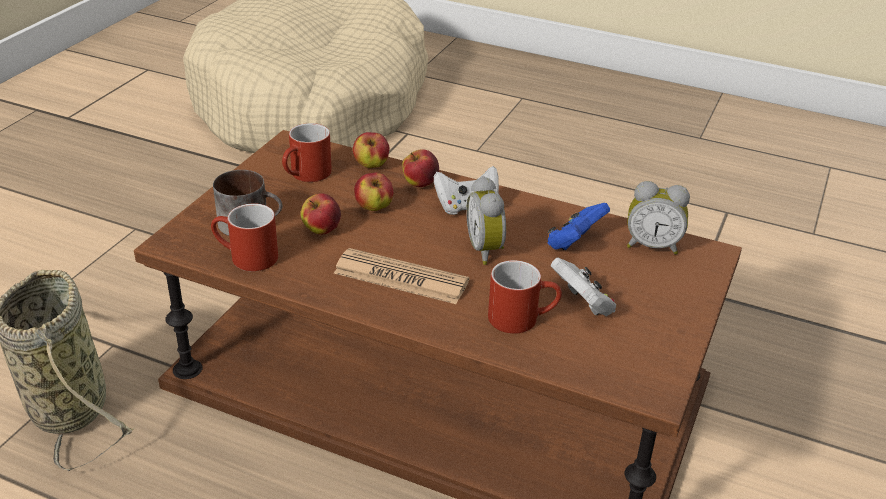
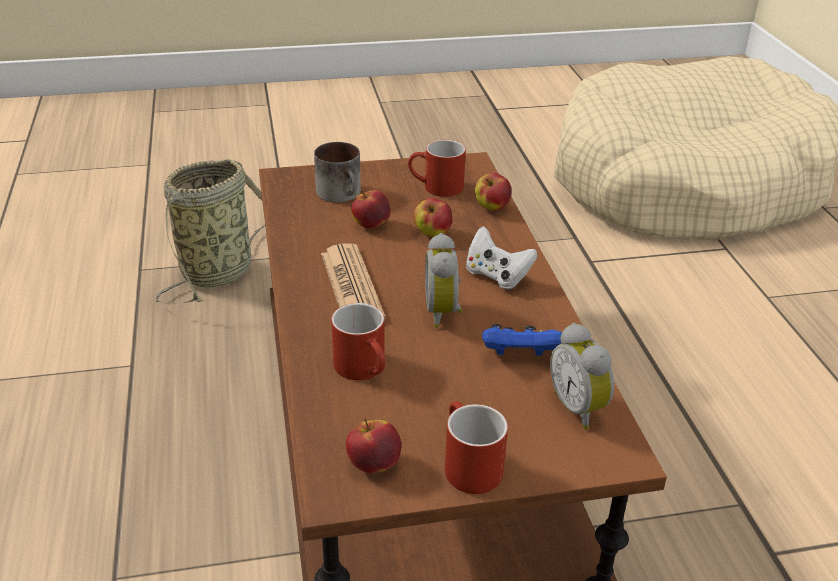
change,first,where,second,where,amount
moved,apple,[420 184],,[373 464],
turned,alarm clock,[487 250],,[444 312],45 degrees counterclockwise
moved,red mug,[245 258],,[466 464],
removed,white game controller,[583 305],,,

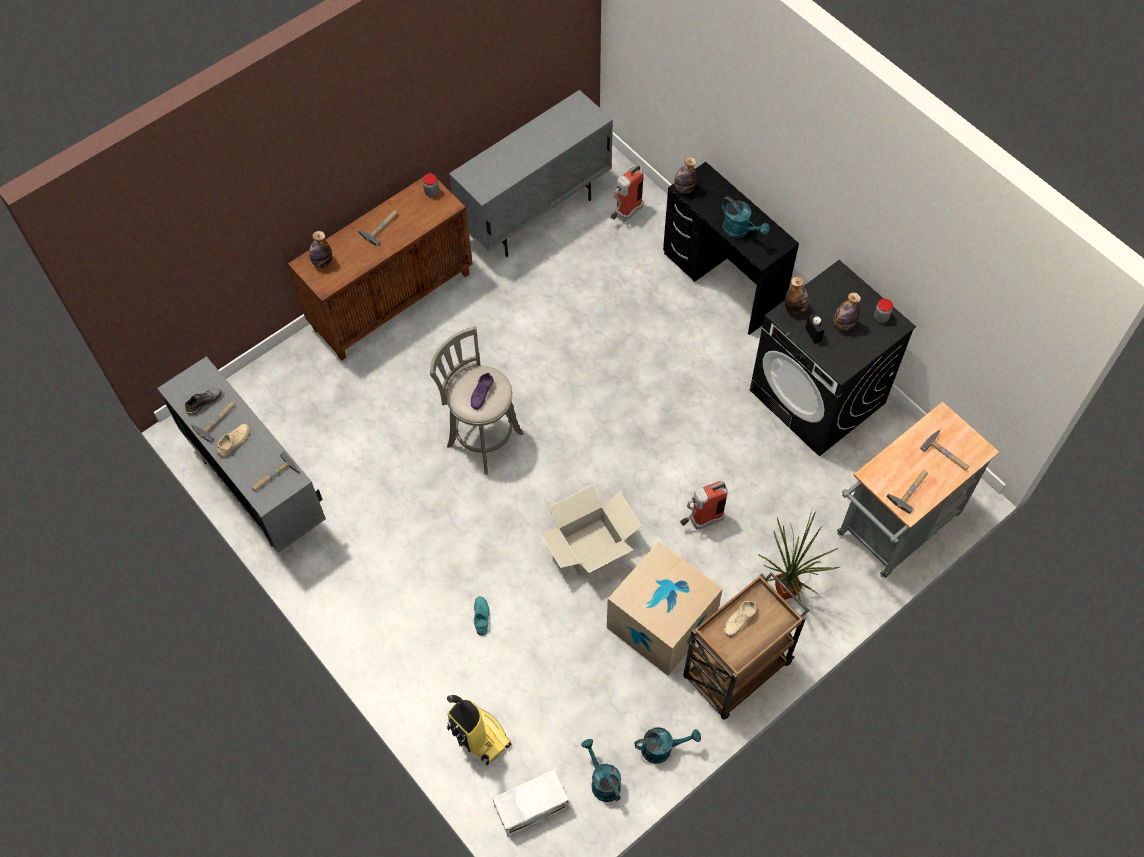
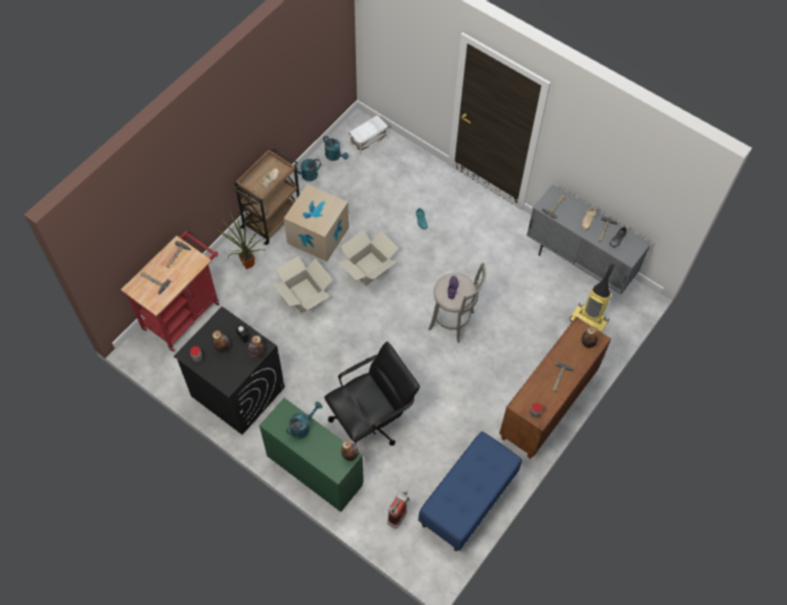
change,first,where,second,where,amount
recoloured,grey cart,[893 530],red cart,[184 312],
recoloured,black desk,[723 281],green desk,[314 470],
replaced,fire extinguisher,[700 522],cardboard box,[304 295],
turned,turquoise watering can,[740 231],,[303 427],105 degrees clockwise
added,,,black office chair,[371 420],
replaced,grey cabinet,[535 214],blue bench,[468 500],
moved,vacuum cleaner,[478 735],,[589 321],

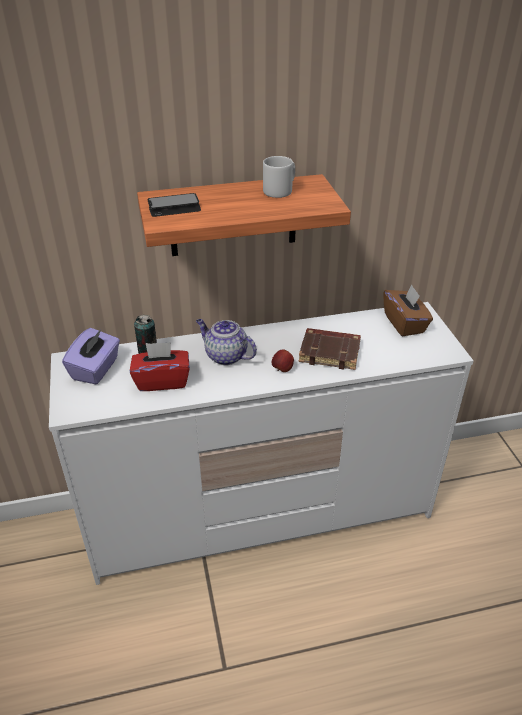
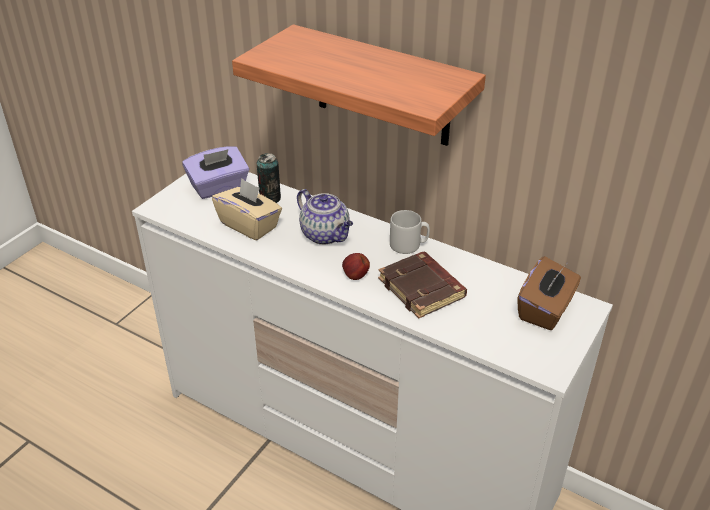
change,first,where,second,where,amount
recoloured,red tissue box,[162 381],beige tissue box,[249 225],
turned,teapot,[225 356],,[326 235],150 degrees clockwise
moved,grey mug,[280 190],,[409 245],
removed,phone,[174 207],,,

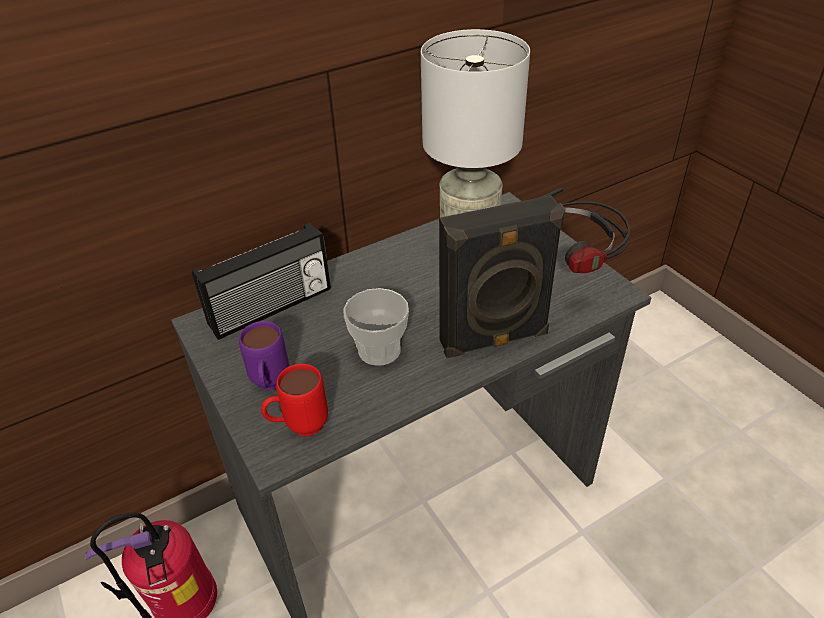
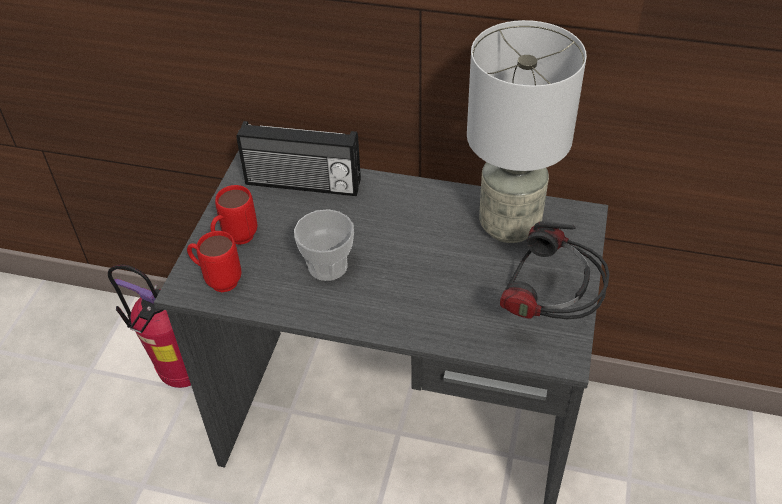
change,first,where,second,where,amount
recoloured,purple mug,[270 386],red mug,[235 240],
removed,black speaker,[494 340],,,

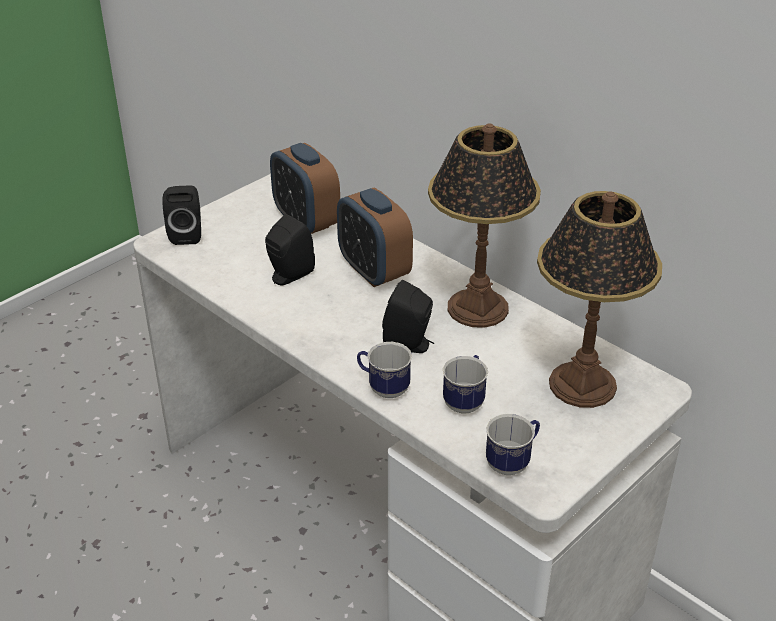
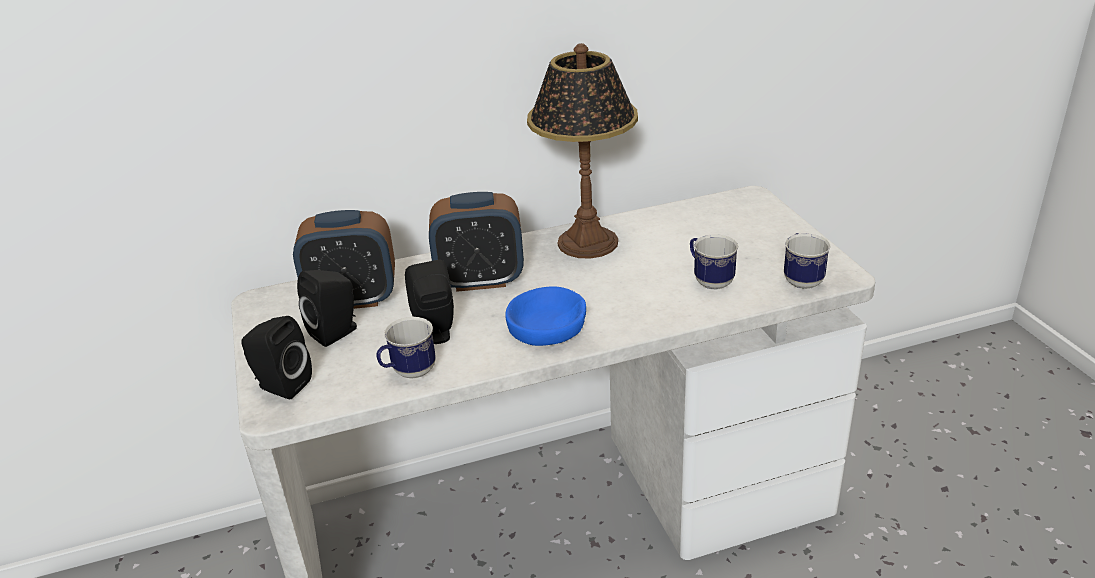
change,first,where,second,where,amount
moved,black speaker,[410 344],,[337 332],
moved,mug,[383 388],,[409 373],
added,,,blue bowl,[547 326],
removed,table lamp,[581 384],,,

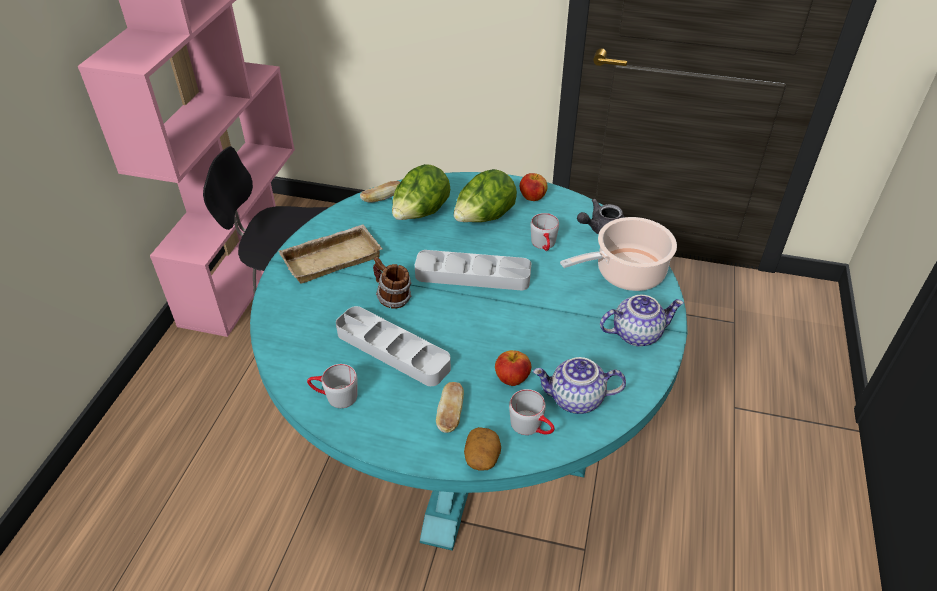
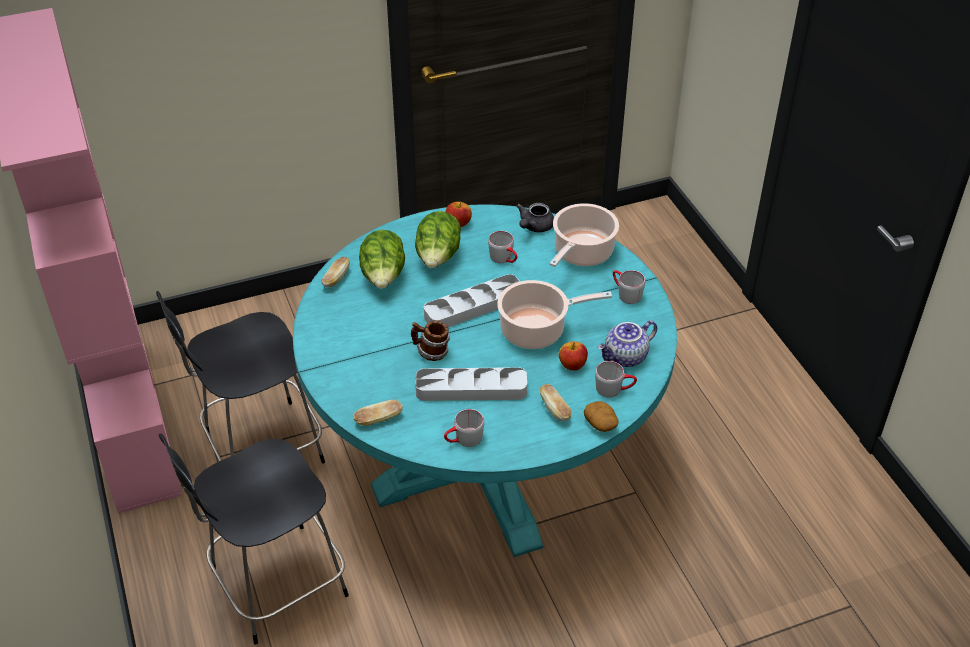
change,first,where,second,where,amount
added,,,black chair,[274 585],
added,,,bread,[378 419],
added,,,cooking pot,[537 330],
replaced,teapot,[637 333],grey mug,[625 293],
removed,beige tray,[332 257],,,

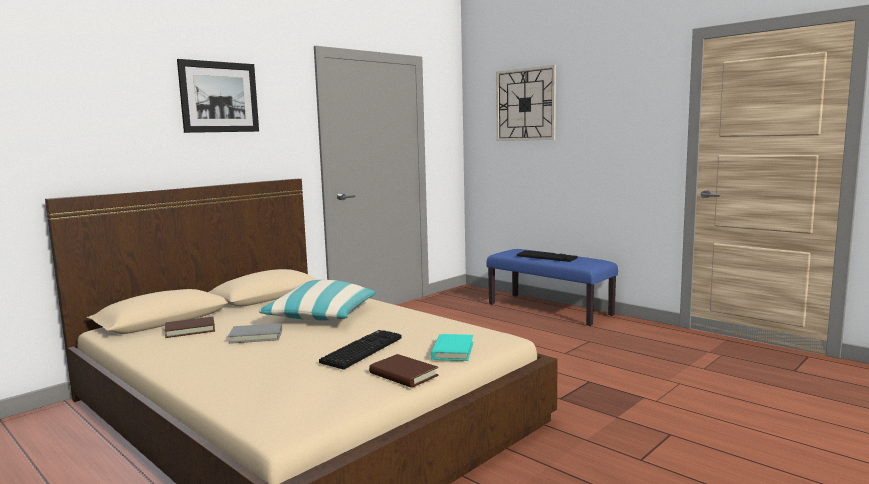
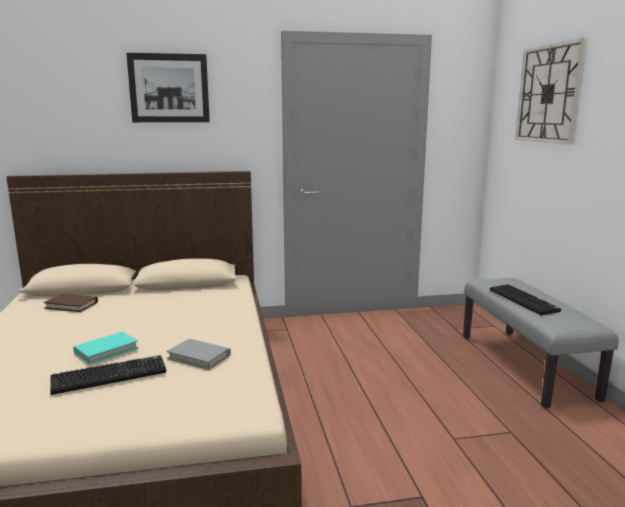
change,first,where,second,where,amount
moved,turquoise book,[452 351],,[106 350],
moved,grey book,[256 336],,[199 357],
recoloured,blue bench,[550 309],grey bench,[526 366],
removed,pillow,[321 315],,,
removed,brown book,[403 374],,,

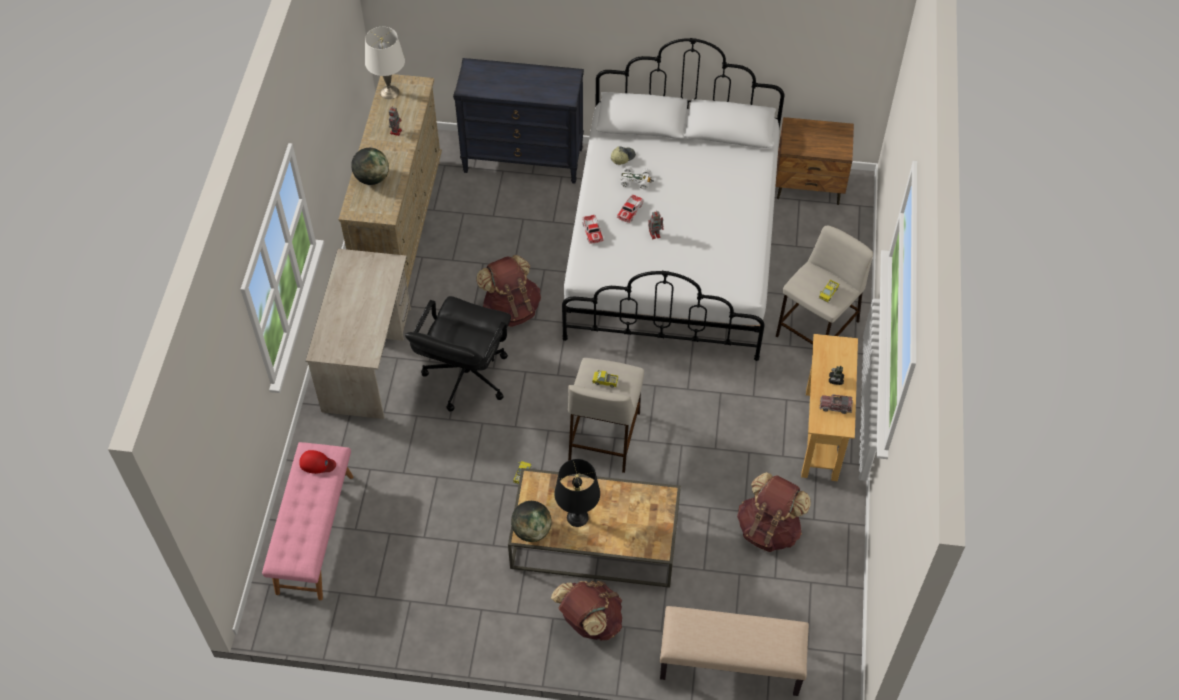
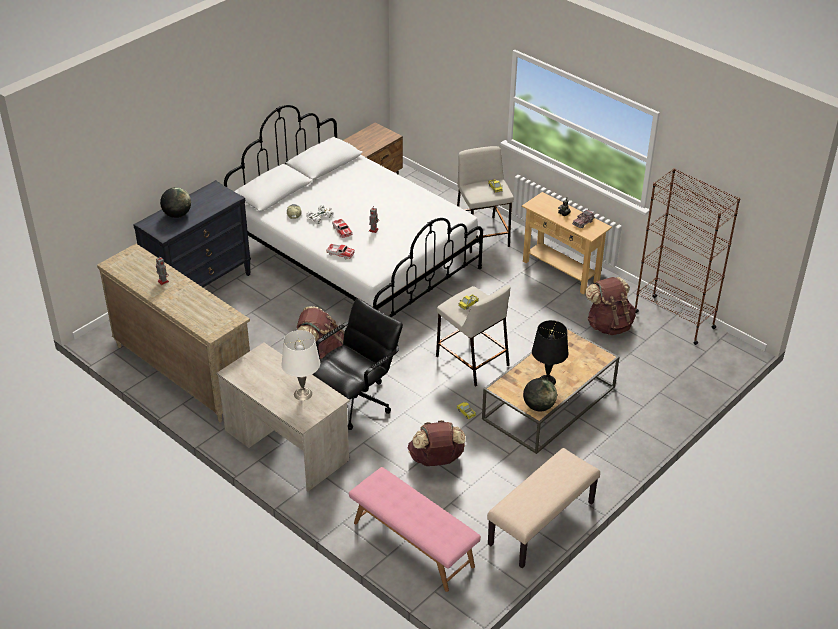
change,first,where,second,where,amount
moved,globe,[372 178],,[177 215],
moved,white table lamp,[389 92],,[302 394],
turned,black office chair,[465 377],,[356 402],105 degrees counterclockwise
moved,brown backpack,[589 621],,[436 460],
moved,beige bench,[730 664],,[542 524],
added,,,brown bookcase,[674 319],
removed,red cap,[317 463],,,

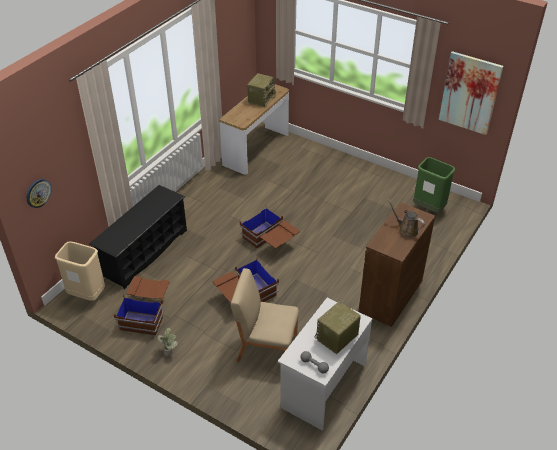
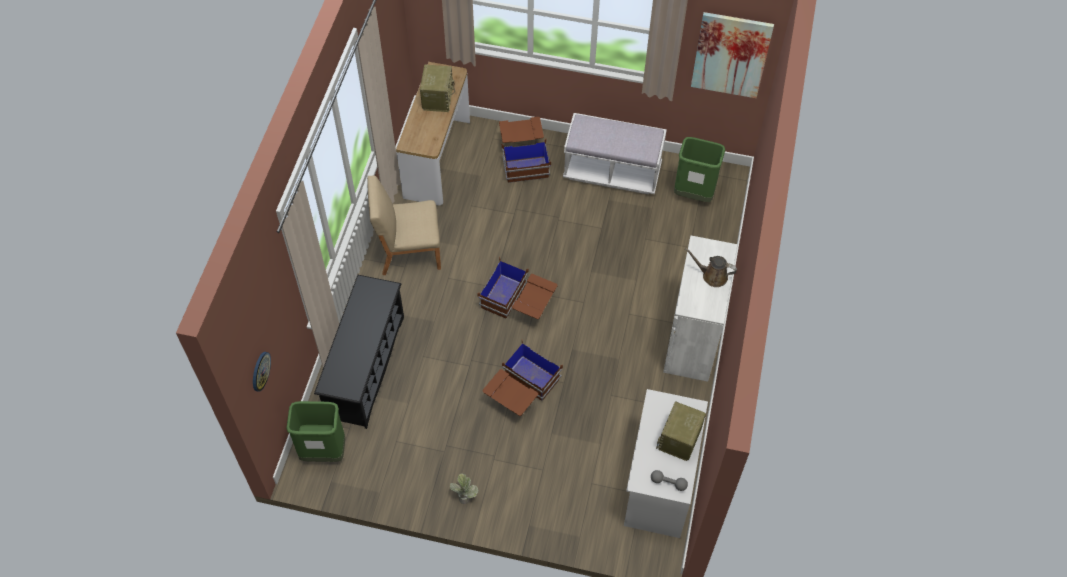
change,first,where,second,where,amount
recoloured,beige trash can,[87 295],green trash can,[324 451],
moved,beige chair,[266 347],,[408 251],
moved,brown storage box,[146 313],,[524 158],
added,,,white bench,[612 172],
recoloured,brown cabinet,[391 295],white cabinet,[692 338],

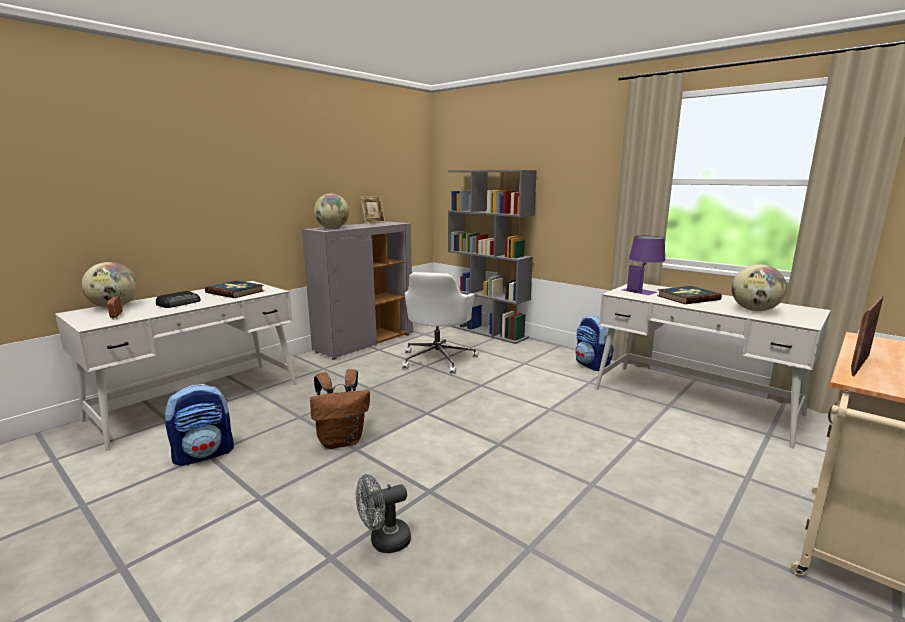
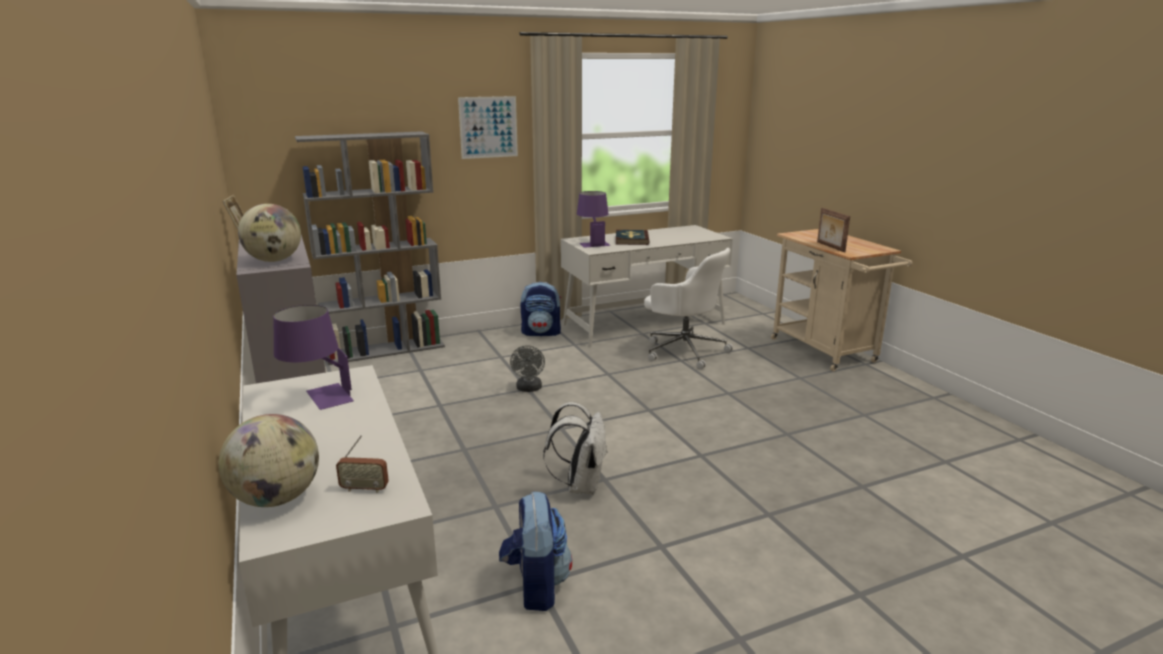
change,first,where,second,where,amount
replaced,book,[235 292],purple table lamp,[318 399],
added,,,picture,[488 127],
moved,grey fan,[384 542],,[529 389],
recoloured,brown backpack,[342 441],white backpack,[580 485],
moved,white office chair,[438 359],,[683 350],
removed,radio,[180 303],,,
removed,globe,[754 310],,,

